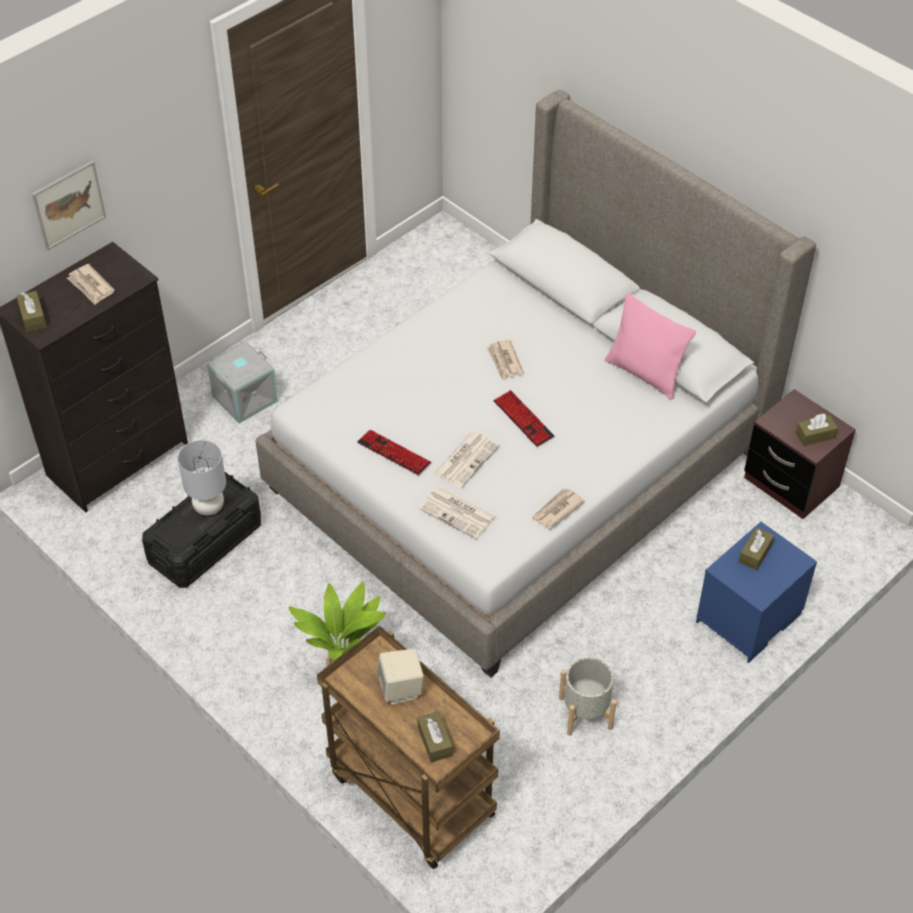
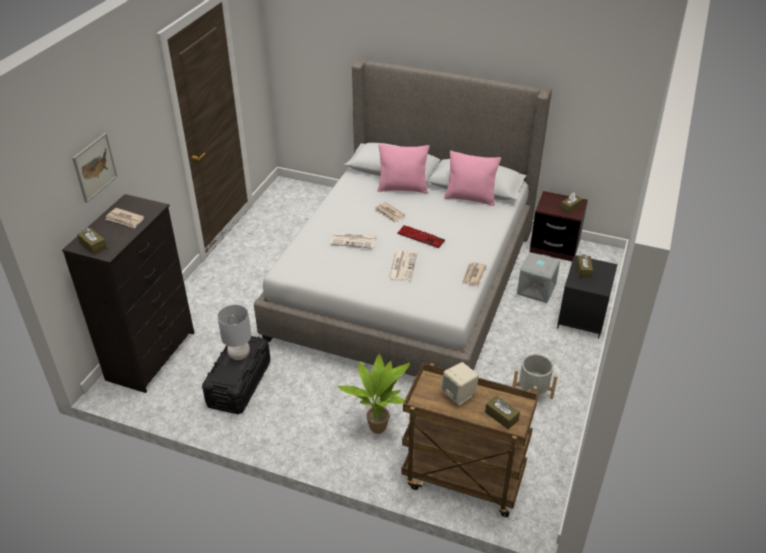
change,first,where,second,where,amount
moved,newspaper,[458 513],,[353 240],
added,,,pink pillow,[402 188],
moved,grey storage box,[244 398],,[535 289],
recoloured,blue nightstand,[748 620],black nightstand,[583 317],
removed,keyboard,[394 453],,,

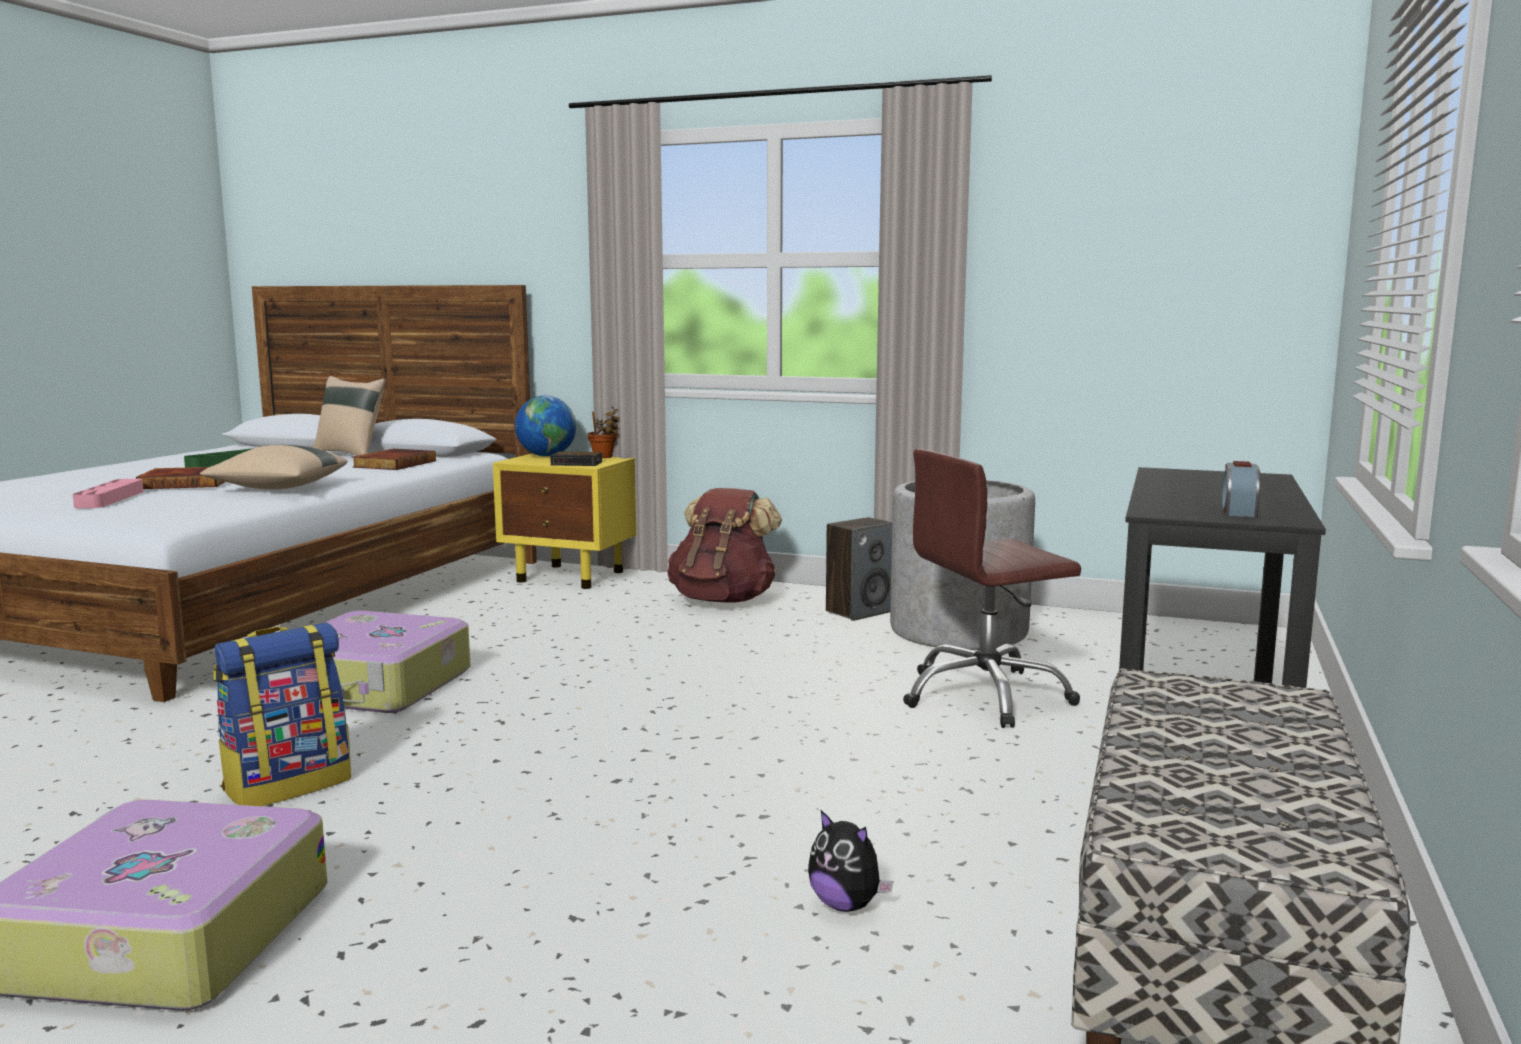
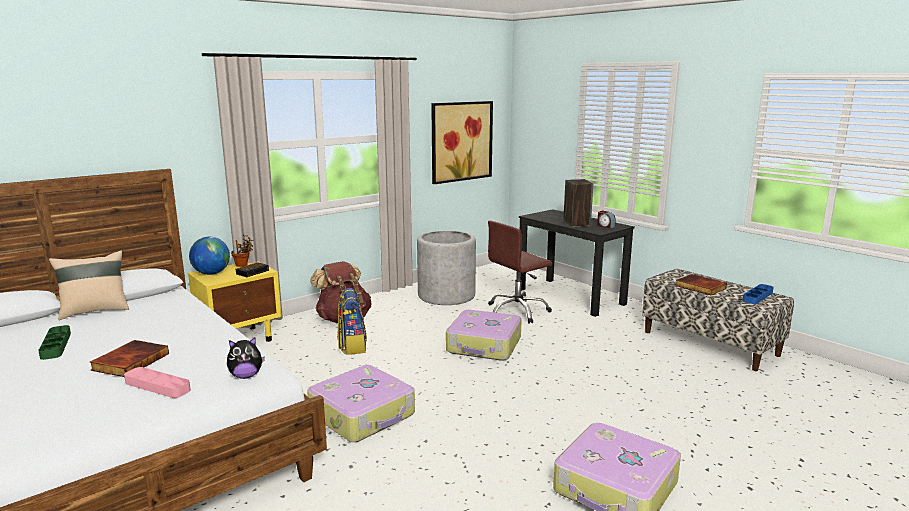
change,first,where,second,where,amount
moved,plush toy,[846 905],,[246 376],
moved,backpack,[288 785],,[352 346],
added,,,picture,[461 141],
added,,,suitcase,[484 345],
turned,brown office chair,[985 696],,[517 311],45 degrees clockwise
moved,speaker,[860 611],,[576 223],
moved,book,[394 464],,[700 287],
added,,,blue tray,[757 296],
removed,beige pillow,[277 488],,,

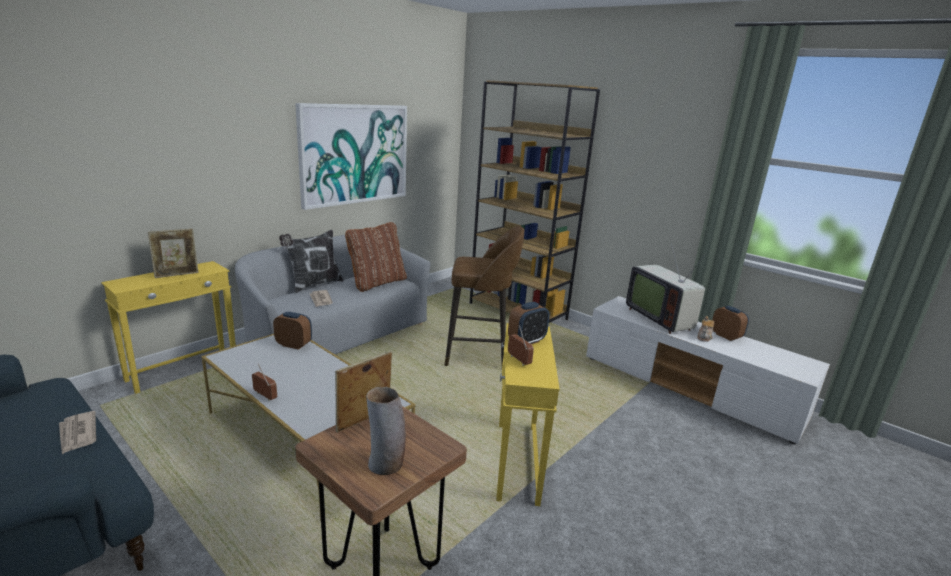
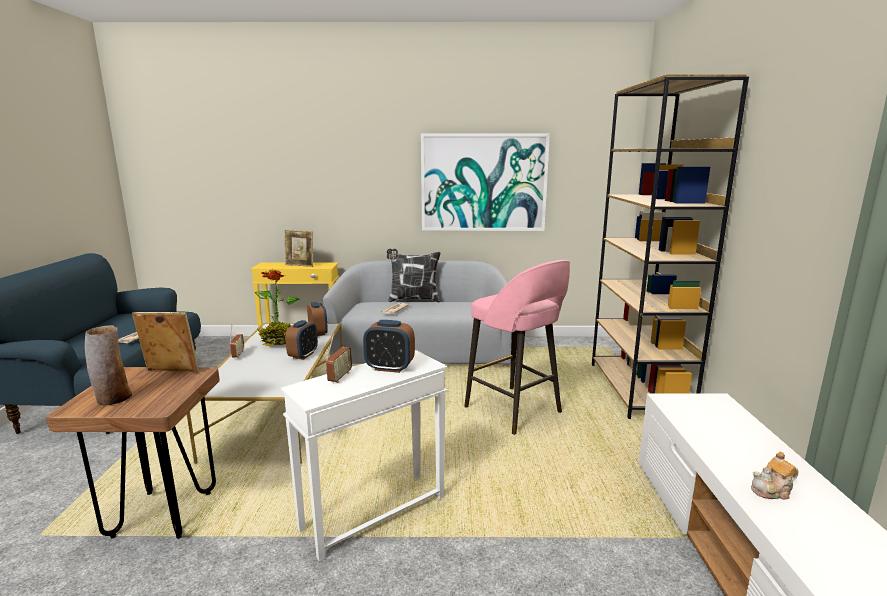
change,first,where,second,where,amount
added,,,potted plant,[280 342],
recoloured,yellow side table,[516 461],white side table,[373 513],
moved,alarm clock,[726 336],,[303 355],
recoloured,brown stool,[479 354],pink stool,[514 411],
removed,brown pillow,[377 283],,,
removed,television,[660 318],,,

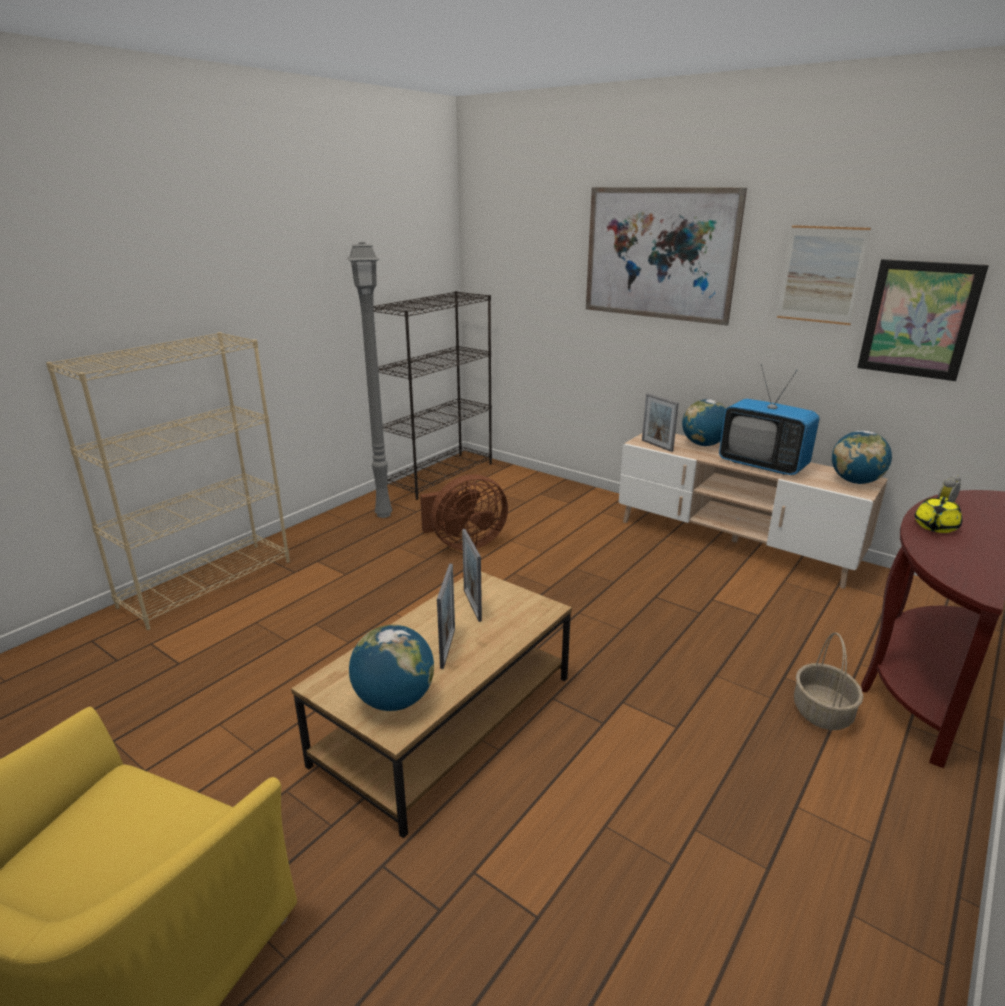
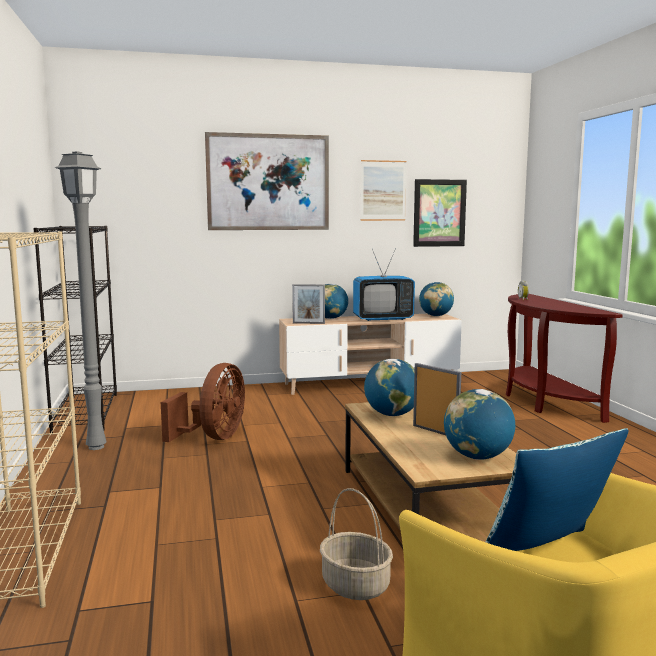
change,first,where,second,where,amount
moved,basket,[821 711],,[354 585],
replaced,picture frame,[472 605],globe,[392 414],
added,,,pillow,[547 555],
removed,yellow teapot,[935 527],,,

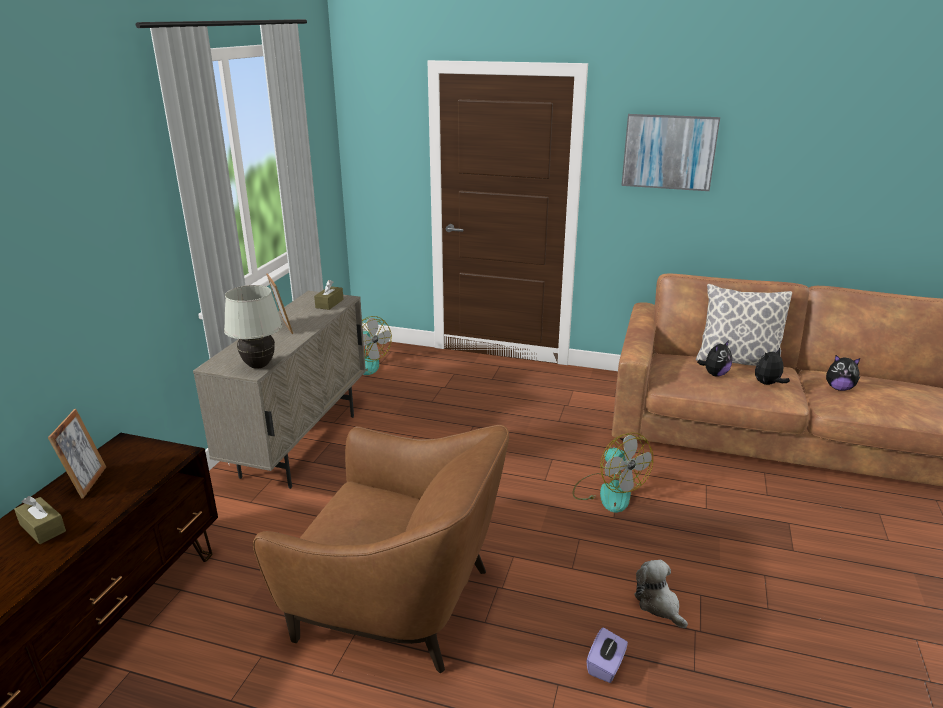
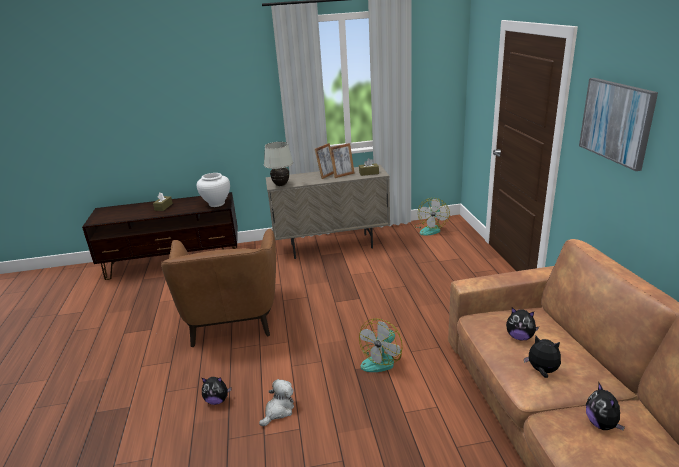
change,first,where,second,where,amount
added,,,white vase,[216 204],
replaced,purple tissue box,[606 666],plush toy,[217 400],
moved,picture frame,[87 482],,[343 175],
removed,pillow,[736 361],,,

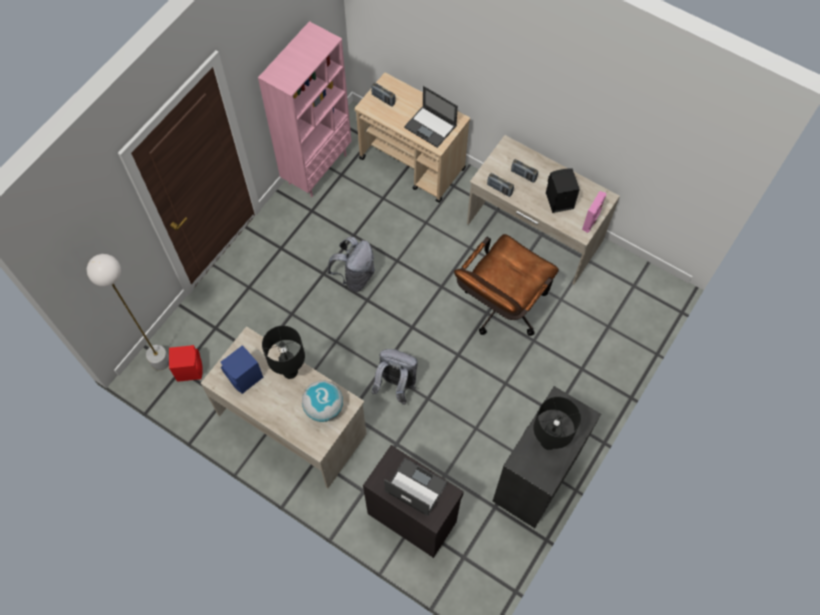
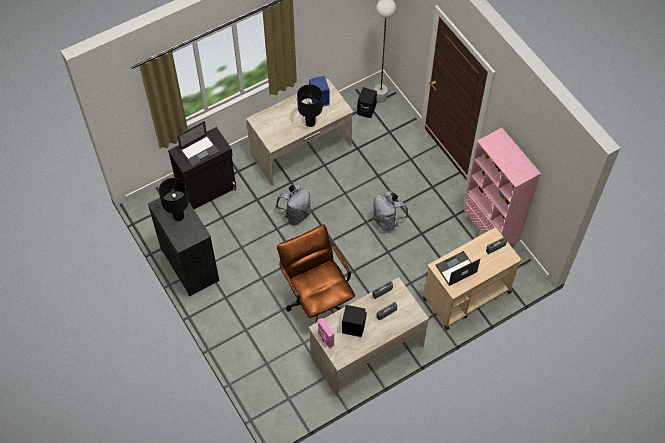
change,first,where,second,where,amount
recoloured,red speaker,[189 369],black speaker,[367 110],
removed,globe,[324 408],,,

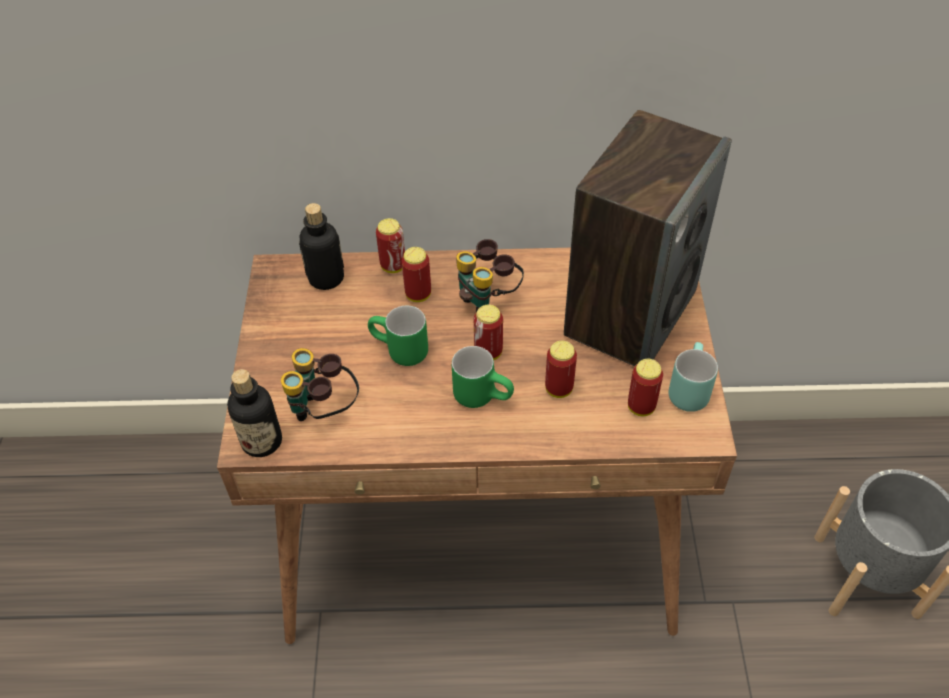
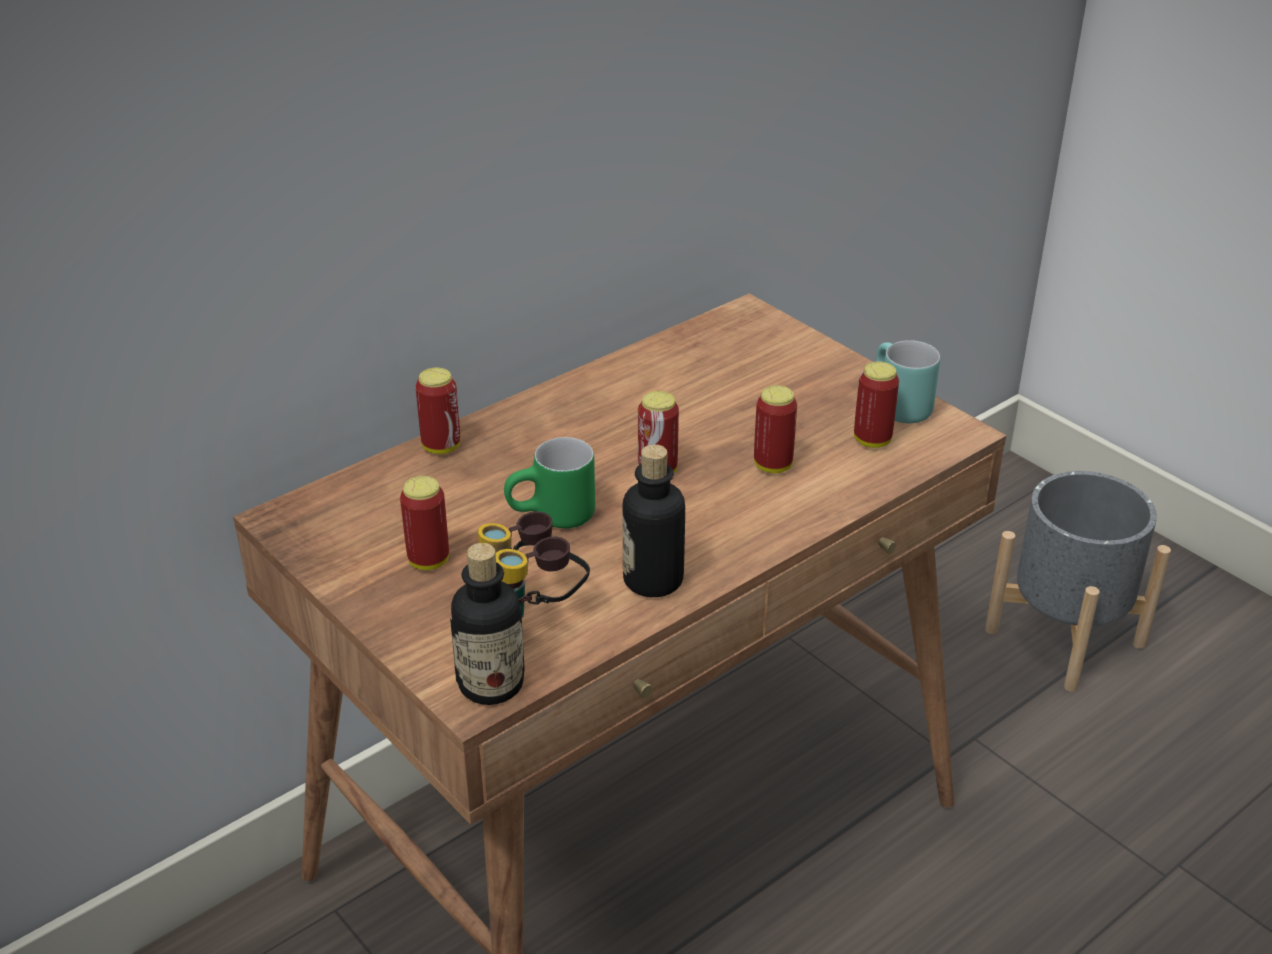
change,first,where,second,where,amount
moved,can,[418 294],,[428 560],
moved,bottle,[326 278],,[653 580],
removed,green mug,[484 395],,,
removed,binoculars,[488 299],,,
removed,speaker,[630 312],,,

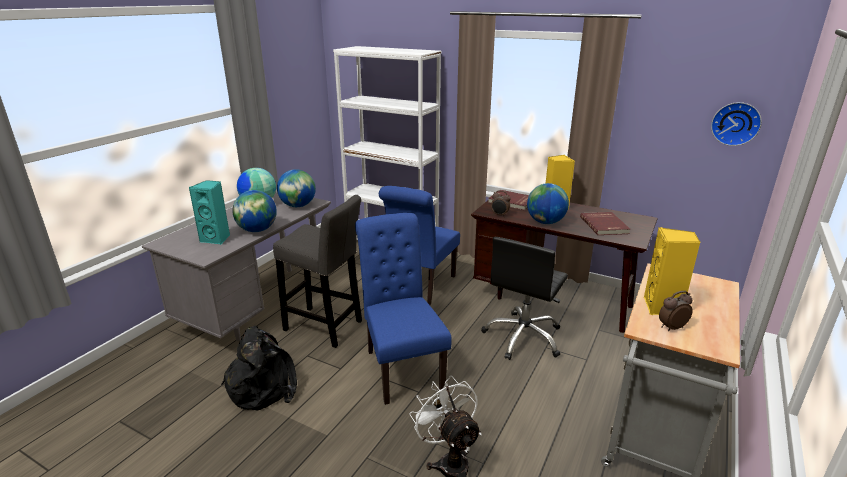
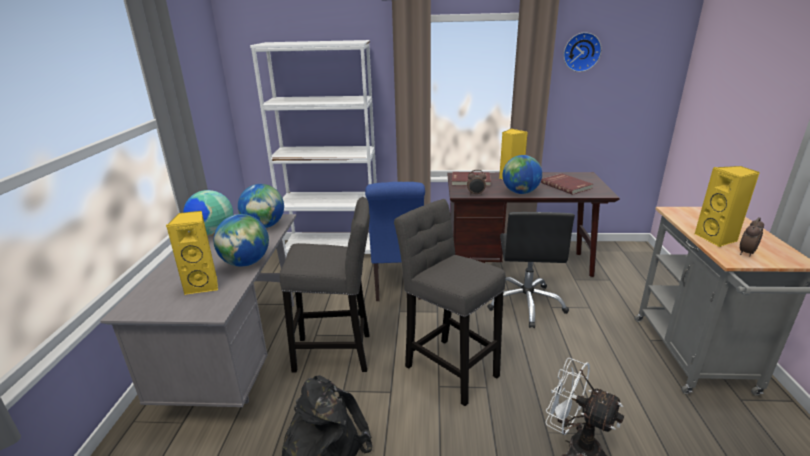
change,first,where,second,where,amount
recoloured,turquoise speaker,[217 239],yellow speaker,[204 285],
replaced,blue chair,[401 366],grey stool,[448 367],
moved,wall clock,[735 123],,[581 52],

